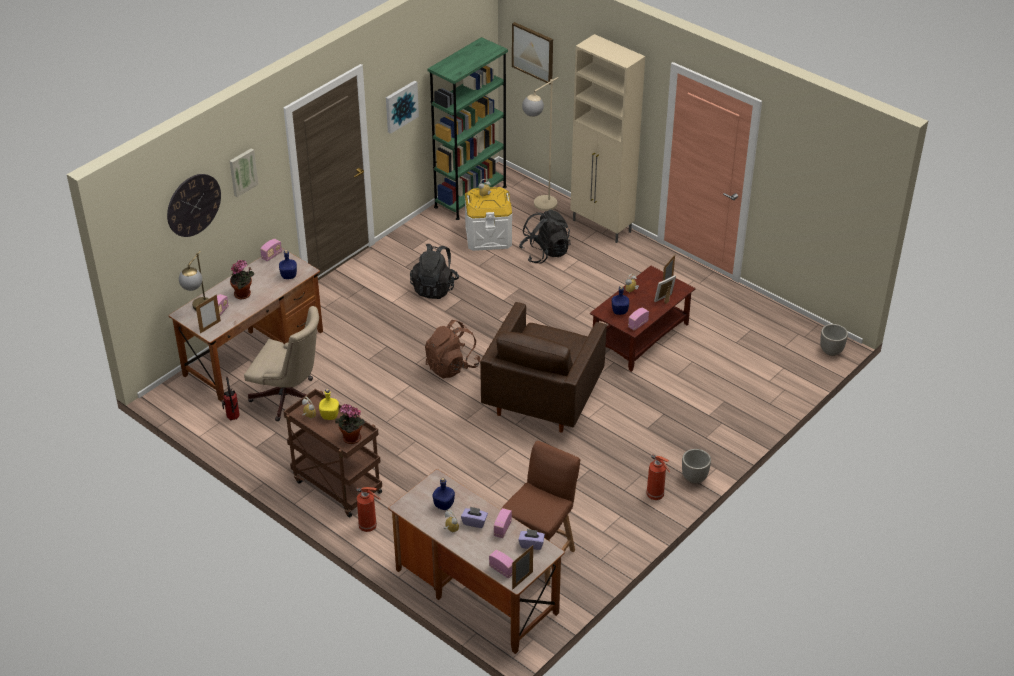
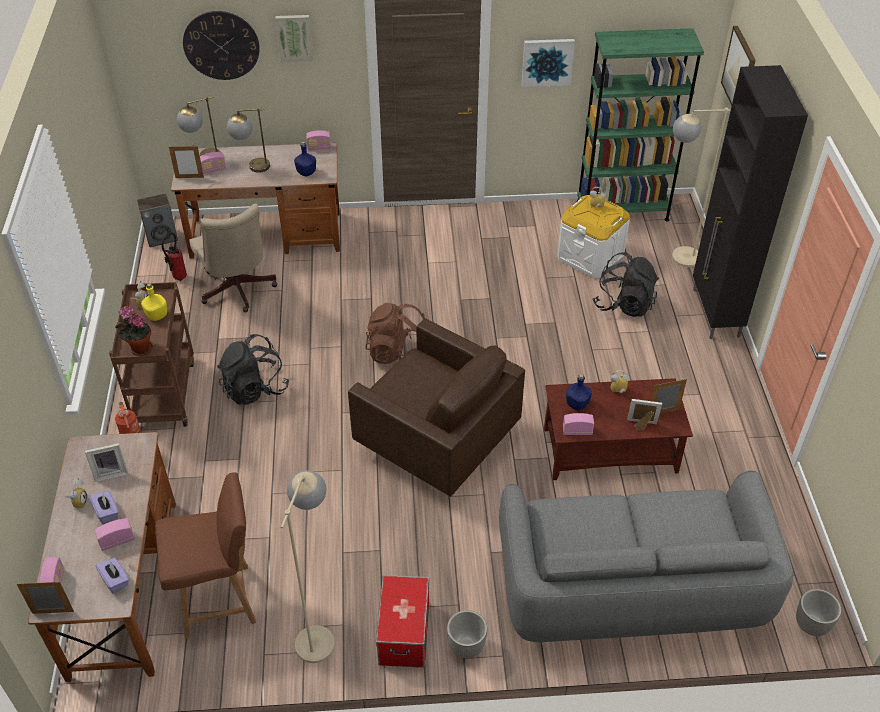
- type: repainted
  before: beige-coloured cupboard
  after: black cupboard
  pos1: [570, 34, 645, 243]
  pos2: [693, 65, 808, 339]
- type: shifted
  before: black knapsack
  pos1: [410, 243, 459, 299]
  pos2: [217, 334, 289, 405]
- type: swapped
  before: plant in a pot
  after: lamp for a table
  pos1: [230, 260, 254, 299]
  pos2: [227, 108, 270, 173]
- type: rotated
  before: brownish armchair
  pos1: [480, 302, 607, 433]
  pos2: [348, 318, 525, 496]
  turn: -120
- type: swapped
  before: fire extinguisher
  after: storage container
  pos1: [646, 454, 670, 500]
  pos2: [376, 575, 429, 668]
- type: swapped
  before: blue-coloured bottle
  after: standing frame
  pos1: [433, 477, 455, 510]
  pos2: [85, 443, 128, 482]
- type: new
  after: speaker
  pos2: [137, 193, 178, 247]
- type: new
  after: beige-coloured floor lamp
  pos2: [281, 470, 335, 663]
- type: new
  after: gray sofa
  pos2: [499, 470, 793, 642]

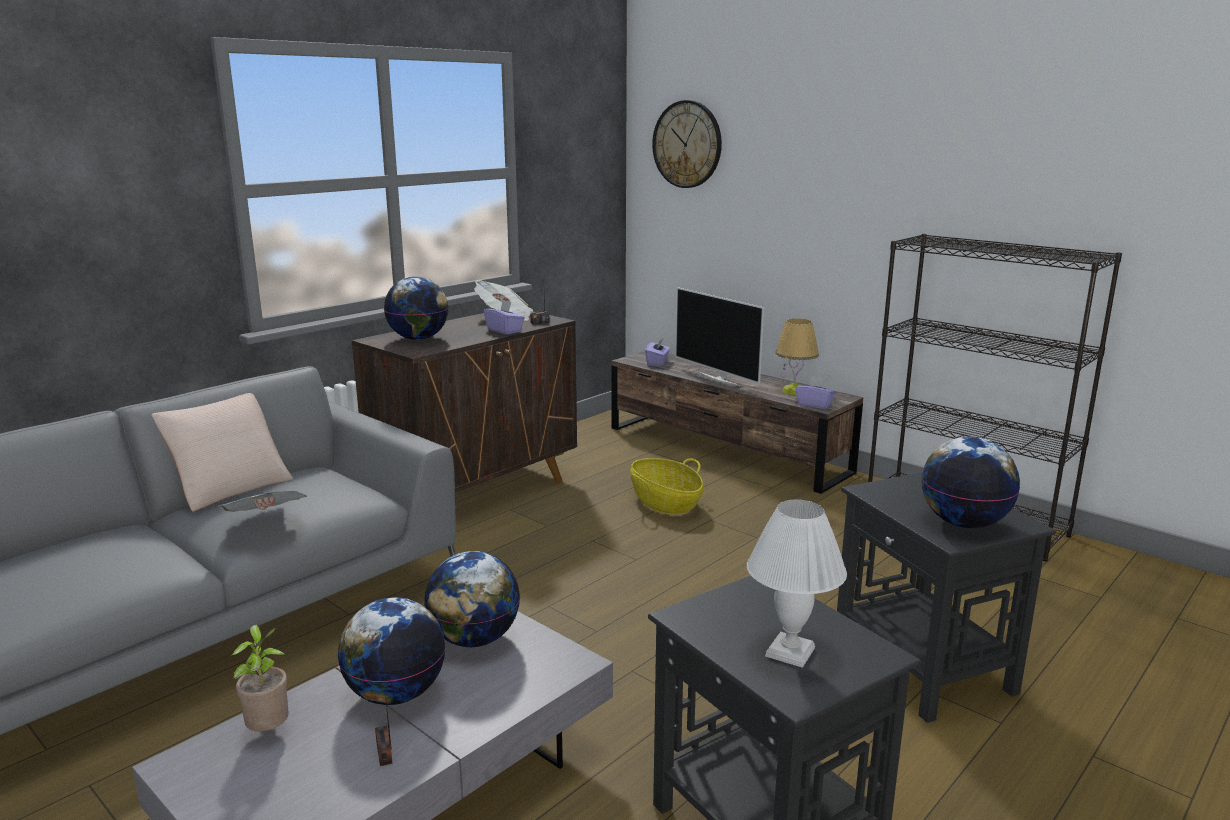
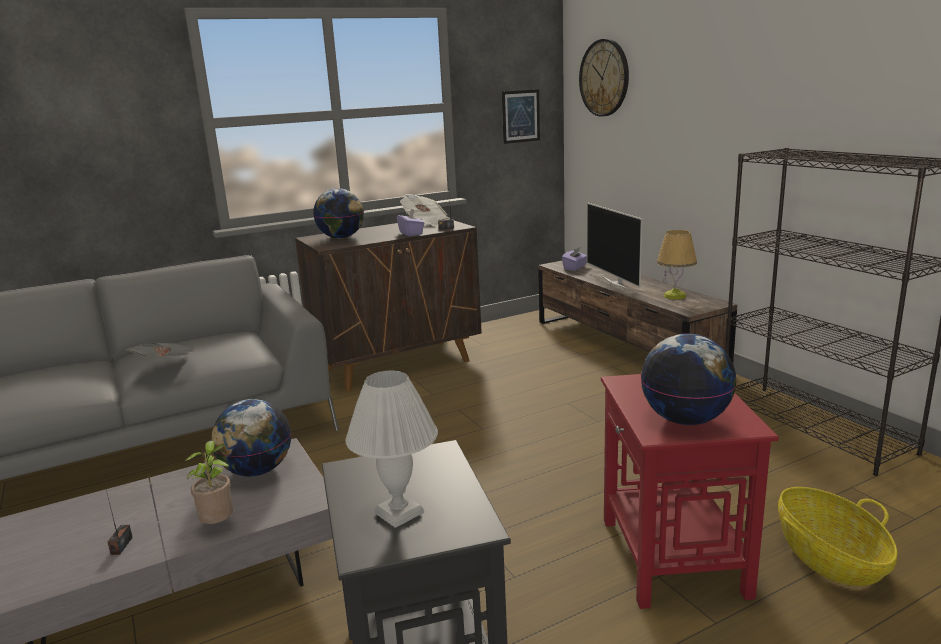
- type: gone
  before: purple tissue box
  pos1: [795, 376, 836, 409]
- type: gone
  before: beige-coloured throw pillow
  pos1: [151, 393, 293, 512]
- type: shifted
  before: storage basket
  pos1: [630, 458, 703, 514]
  pos2: [778, 487, 898, 586]
- type: repainted
  before: black side table
  after: red side table
  pos1: [837, 472, 1056, 723]
  pos2: [601, 374, 779, 609]
- type: gone
  before: world globe
  pos1: [338, 597, 445, 705]
- type: shifted
  before: plant in a pot
  pos1: [232, 625, 289, 731]
  pos2: [185, 440, 233, 524]
- type: new
  after: picture
  pos2: [502, 89, 540, 144]

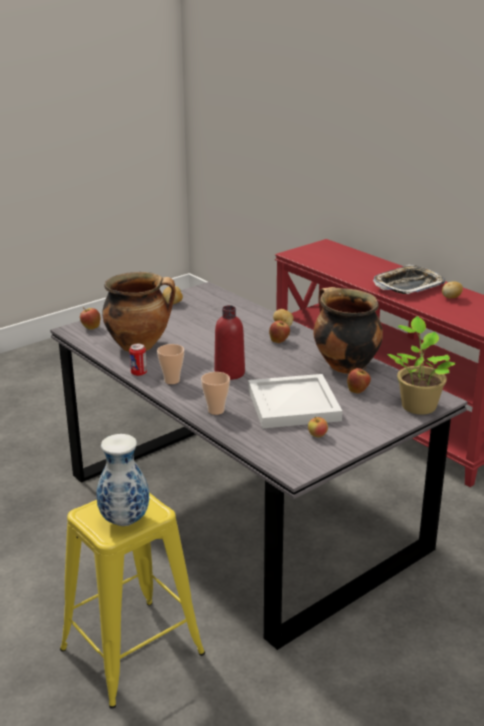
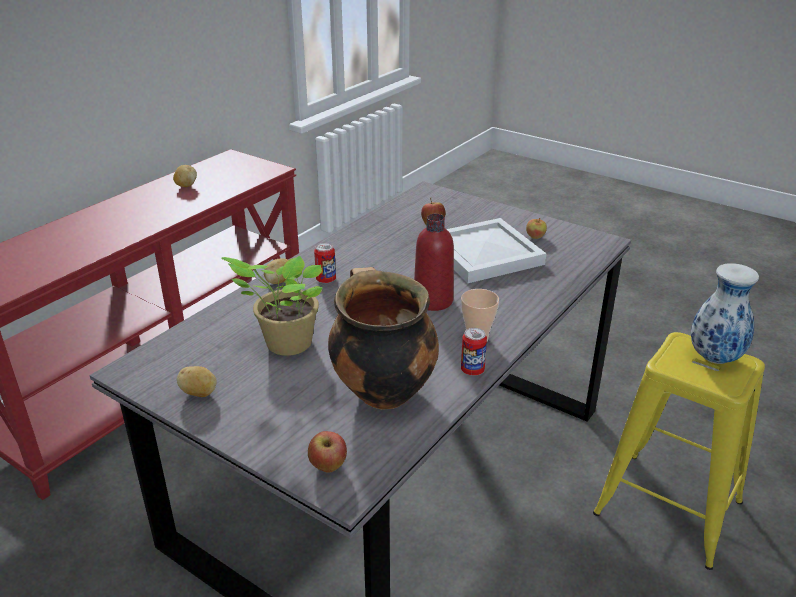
- type: gone
  before: serving tray
  pos1: [373, 265, 445, 295]
- type: gone
  before: saucepot
  pos1: [314, 287, 383, 374]
- type: shifted
  before: plant in a pot
  pos1: [387, 316, 456, 415]
  pos2: [222, 256, 323, 356]
- type: swapped
  before: apple fruit
  after: sealed can
  pos1: [269, 320, 290, 343]
  pos2: [314, 243, 336, 283]
- type: gone
  before: drinking cup
  pos1: [201, 372, 230, 415]

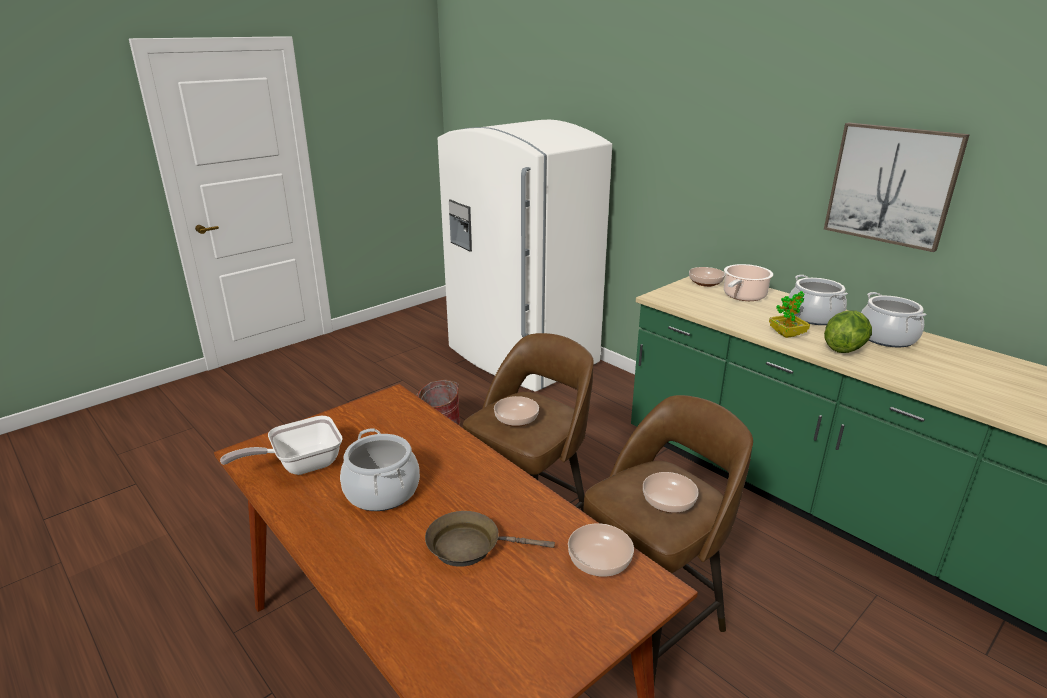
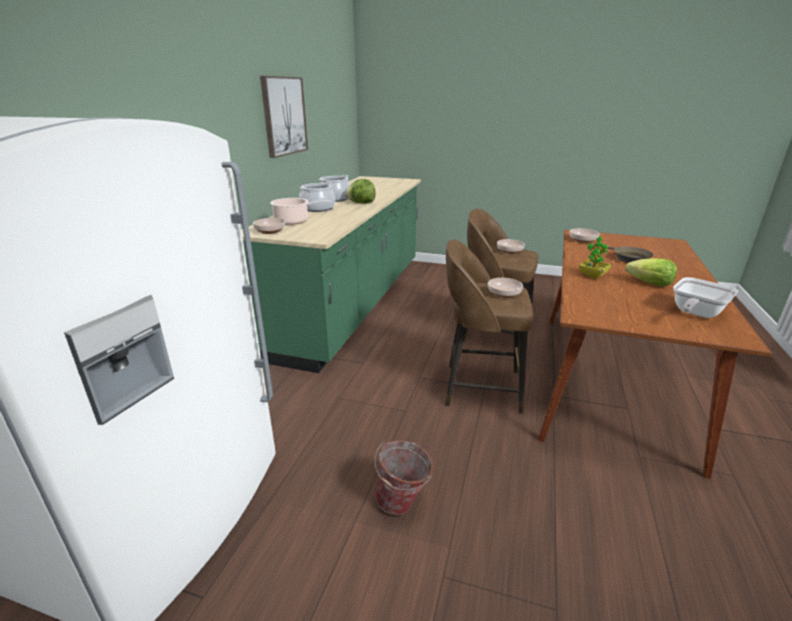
- type: shifted
  before: plant in a pot
  pos1: [769, 291, 810, 338]
  pos2: [579, 236, 611, 278]
- type: rotated
  before: frying pan
  pos1: [220, 416, 343, 475]
  pos2: [673, 277, 738, 318]
  turn: 105
- type: swapped
  before: saucepot
  after: head of lettuce
  pos1: [340, 428, 420, 511]
  pos2: [625, 258, 677, 287]

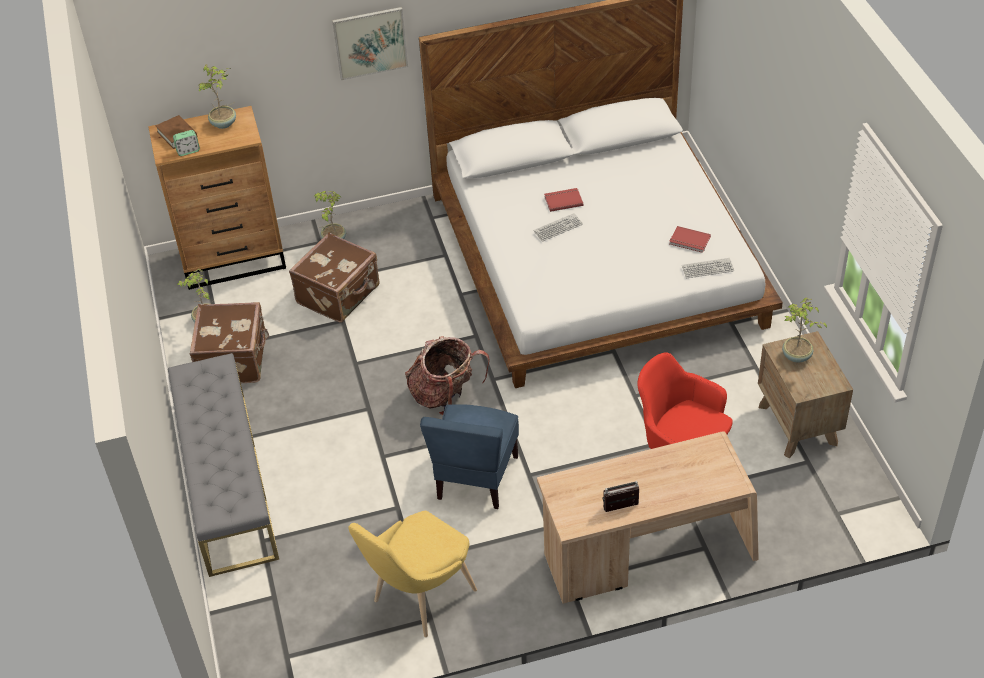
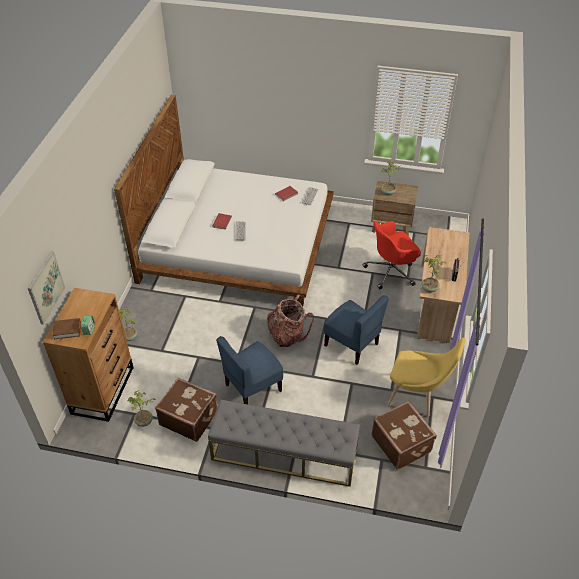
- type: shifted
  before: picture
  pos1: [332, 7, 408, 80]
  pos2: [28, 251, 65, 325]
- type: shifted
  before: plant in a pot
  pos1: [198, 64, 236, 129]
  pos2: [422, 255, 447, 292]
- type: shifted
  before: brownish travel case
  pos1: [289, 232, 380, 322]
  pos2: [371, 401, 437, 470]
- type: rotated
  before: yellowish upright chair
  pos1: [348, 511, 477, 637]
  pos2: [387, 338, 466, 417]
  turn: -45
- type: new
  after: blue-coloured upright chair
  pos2: [216, 336, 283, 404]

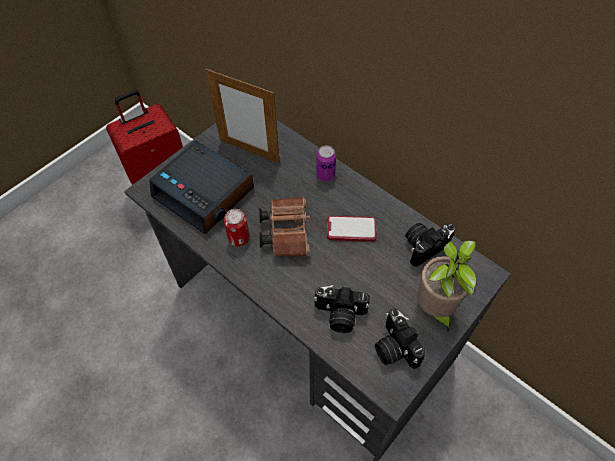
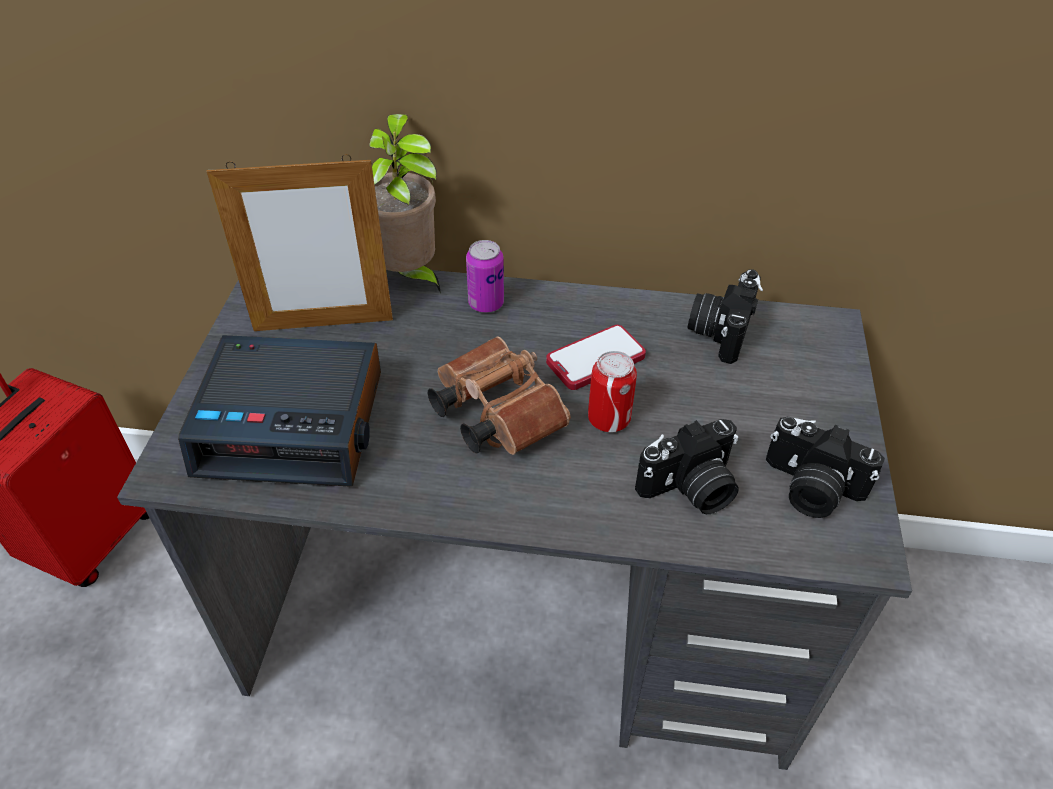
- type: shifted
  before: sealed can
  pos1: [224, 209, 250, 246]
  pos2: [588, 351, 637, 432]
- type: shifted
  before: plant in a pot
  pos1: [417, 240, 476, 332]
  pos2: [369, 114, 441, 293]

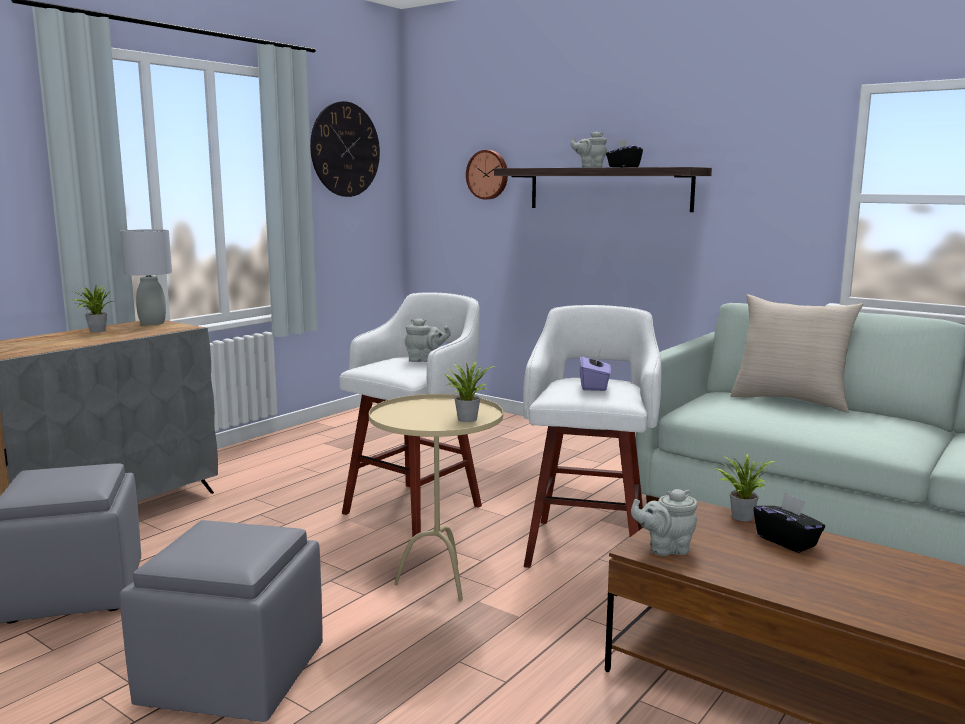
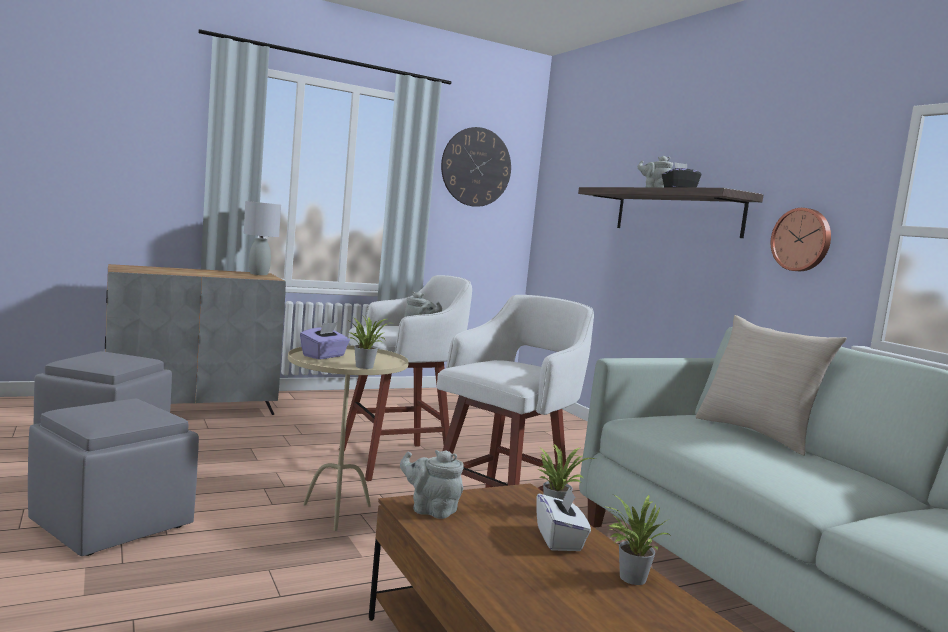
- type: shifted
  before: clock on the wall
  pos1: [466, 150, 508, 200]
  pos2: [771, 208, 831, 271]
- type: shifted
  before: plant in a pot
  pos1: [71, 286, 114, 332]
  pos2: [607, 494, 670, 585]
- type: shifted
  before: purple tissue box
  pos1: [579, 352, 611, 391]
  pos2: [300, 322, 350, 359]
- type: repainted
  before: black tissue box
  after: white tissue box
  pos1: [753, 493, 825, 553]
  pos2: [537, 487, 591, 551]

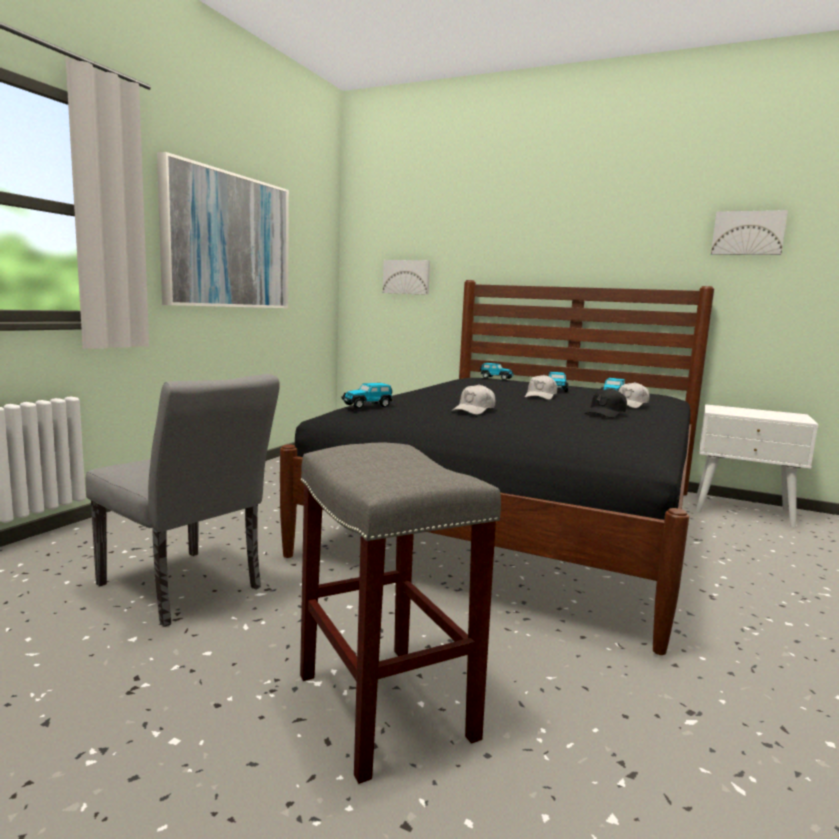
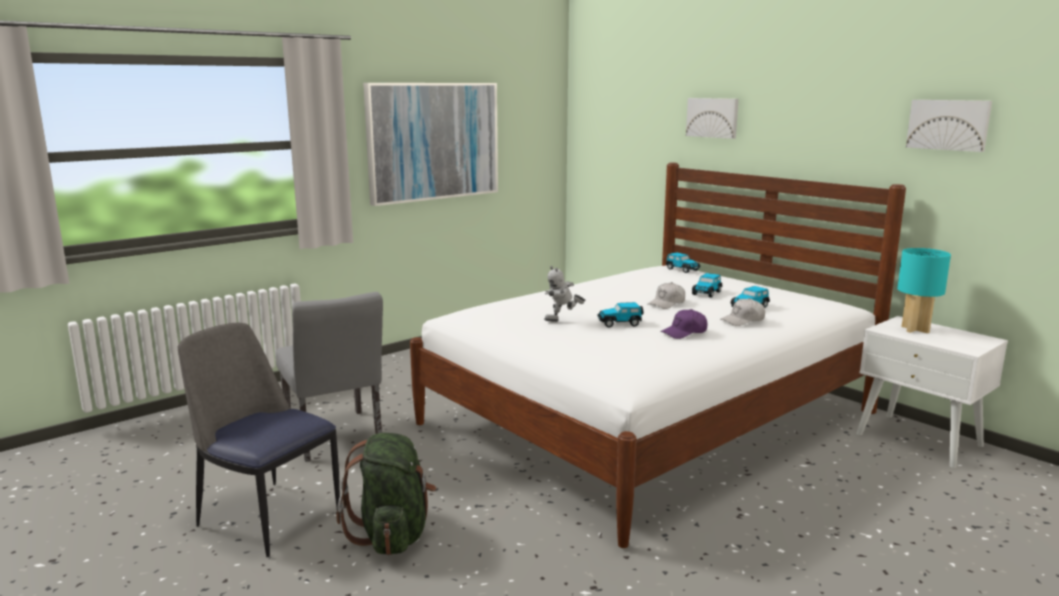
- type: shifted
  before: picture
  pos1: [383, 260, 430, 295]
  pos2: [686, 98, 739, 139]
- type: repainted
  before: black bed
  after: white bed
  pos1: [280, 280, 714, 655]
  pos2: [410, 163, 906, 548]
- type: shifted
  before: model car
  pos1: [341, 383, 392, 409]
  pos2: [598, 302, 644, 328]
- type: swapped
  before: white peaked cap
  after: model robot
  pos1: [452, 384, 496, 415]
  pos2: [544, 266, 585, 322]
- type: repainted
  before: black peaked cap
  after: purple peaked cap
  pos1: [584, 388, 627, 418]
  pos2: [660, 309, 708, 339]
- type: swapped
  before: gray stool
  after: greenish knapsack
  pos1: [300, 443, 501, 784]
  pos2: [337, 433, 436, 555]
- type: new
  after: blue-green lamp for a table
  pos2: [897, 248, 951, 333]
- type: new
  after: upright chair
  pos2: [178, 323, 340, 557]

